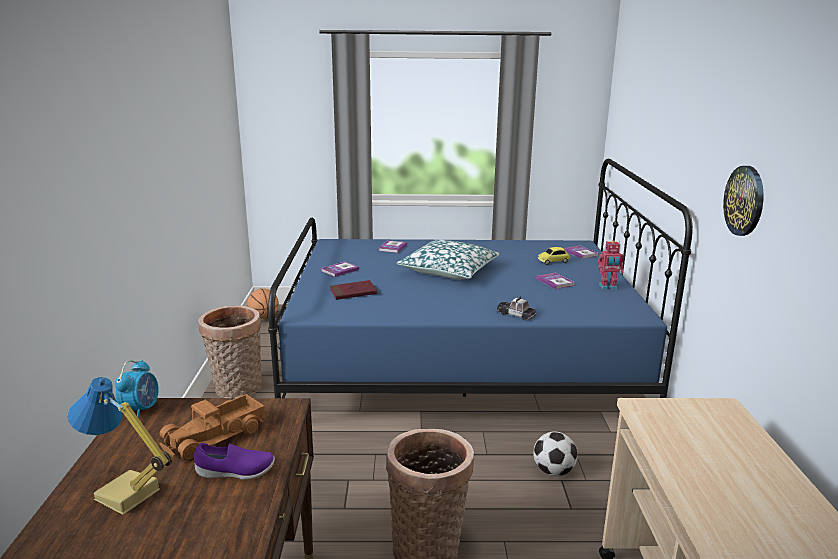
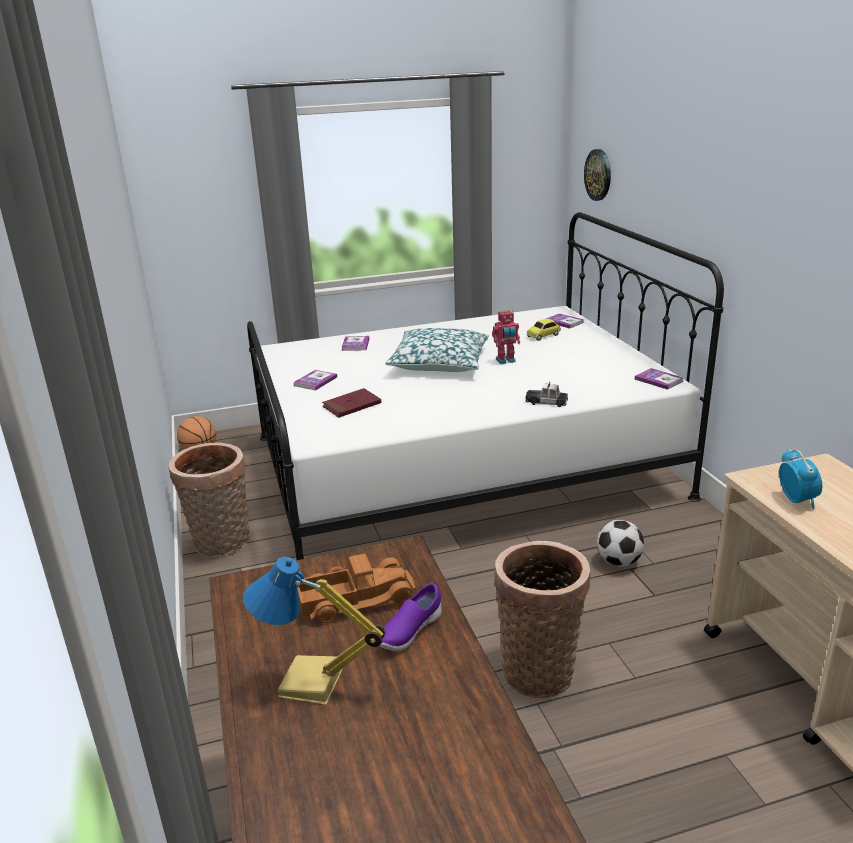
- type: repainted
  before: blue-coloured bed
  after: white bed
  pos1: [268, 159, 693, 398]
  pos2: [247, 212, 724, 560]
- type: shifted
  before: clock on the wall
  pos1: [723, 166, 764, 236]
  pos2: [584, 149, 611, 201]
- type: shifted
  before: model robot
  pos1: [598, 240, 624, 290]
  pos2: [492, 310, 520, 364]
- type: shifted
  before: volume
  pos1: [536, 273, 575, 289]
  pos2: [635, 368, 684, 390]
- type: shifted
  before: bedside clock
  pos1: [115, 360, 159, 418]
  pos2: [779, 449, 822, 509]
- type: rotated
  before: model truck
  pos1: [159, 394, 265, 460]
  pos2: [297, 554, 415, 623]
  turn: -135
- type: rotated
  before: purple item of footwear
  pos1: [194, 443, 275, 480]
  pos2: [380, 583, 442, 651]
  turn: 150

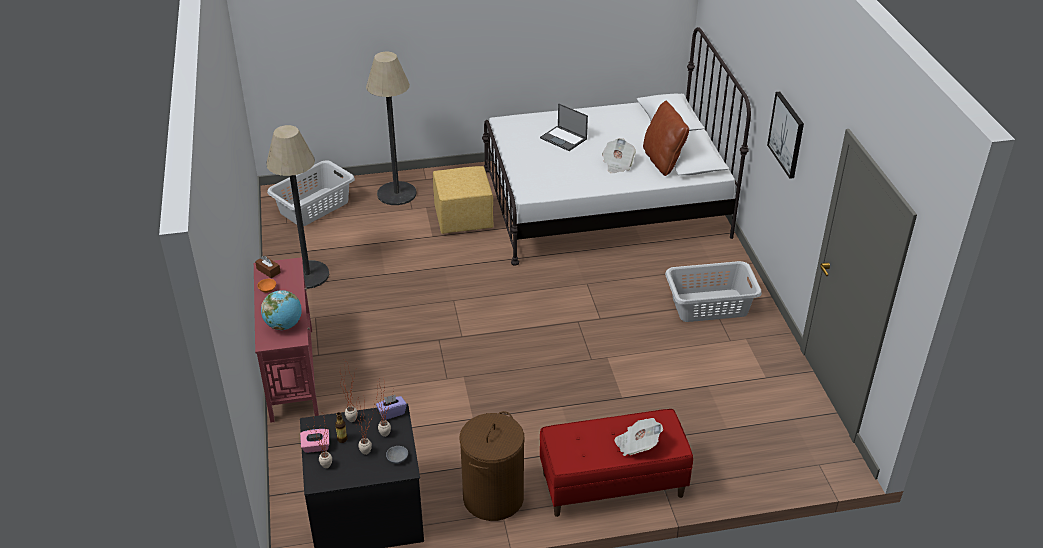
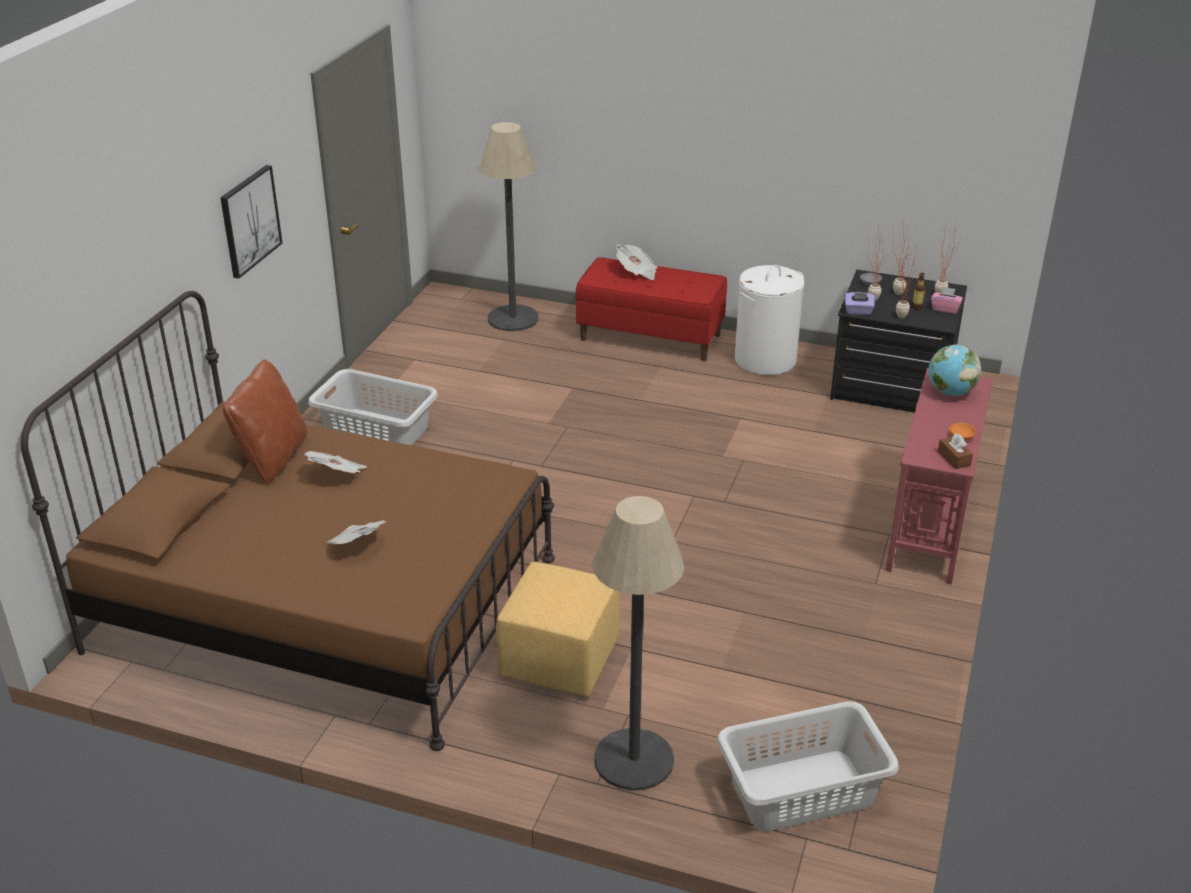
- type: repainted
  before: white bed
  after: brownish bed
  pos1: [482, 27, 751, 266]
  pos2: [21, 291, 555, 751]
- type: swapped
  before: laptop
  after: newspaper
  pos1: [540, 103, 588, 151]
  pos2: [327, 520, 387, 544]
- type: shifted
  before: floor lamp
  pos1: [266, 125, 329, 289]
  pos2: [479, 122, 539, 331]
- type: repainted
  before: brownish washing basket
  after: white washing basket
  pos1: [460, 411, 524, 521]
  pos2: [735, 265, 804, 375]

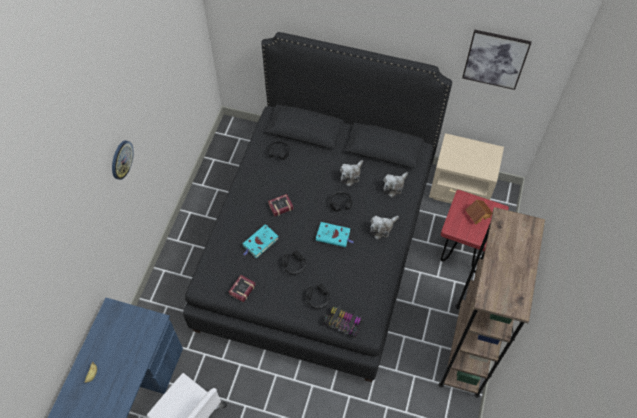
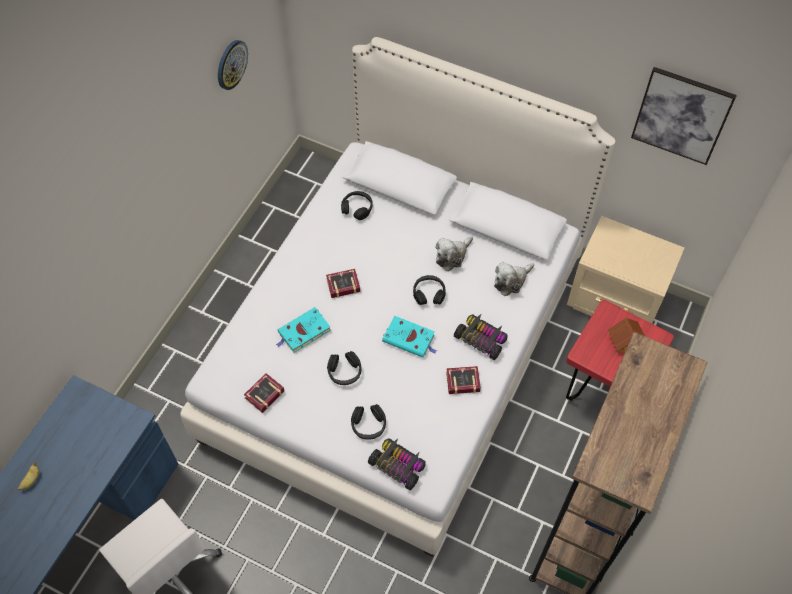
- type: repainted
  before: black bed
  after: white bed
  pos1: [183, 32, 452, 382]
  pos2: [180, 37, 615, 557]
- type: shifted
  before: clock on the wall
  pos1: [112, 140, 134, 180]
  pos2: [218, 40, 248, 90]
- type: swapped
  before: soft toy
  after: model car
  pos1: [370, 215, 399, 239]
  pos2: [454, 314, 508, 360]
- type: new
  after: volume
  pos2: [446, 366, 481, 395]

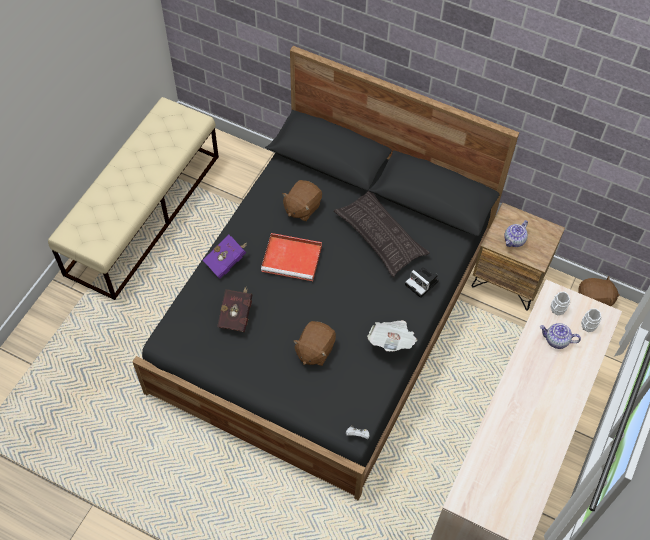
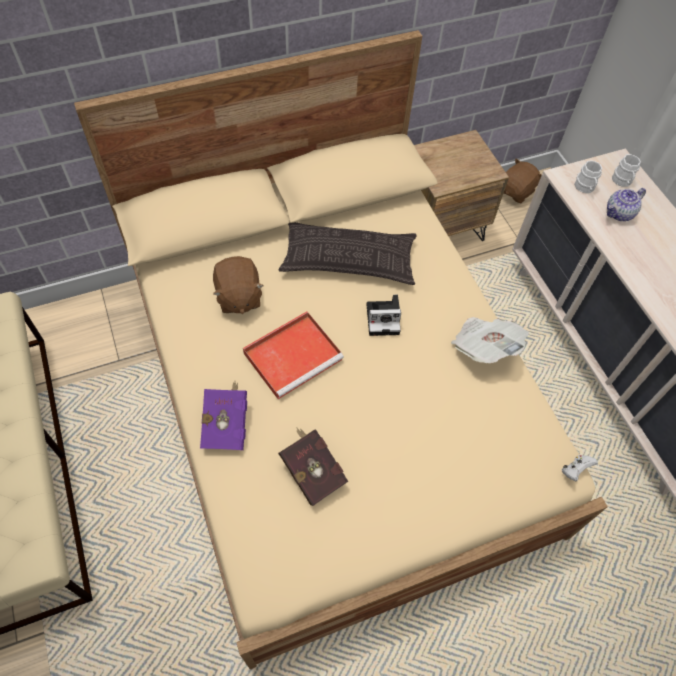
- type: repainted
  before: black bed
  after: beige-coloured bed
  pos1: [132, 46, 519, 501]
  pos2: [74, 30, 608, 669]
- type: gone
  before: pot for tea
  pos1: [504, 220, 528, 247]
- type: shifted
  before: photo camera
  pos1: [405, 267, 439, 298]
  pos2: [367, 295, 401, 336]
- type: gone
  before: brownish soft toy
  pos1: [293, 321, 336, 366]

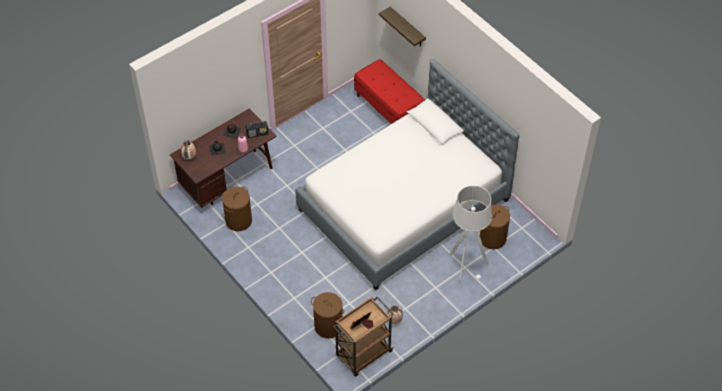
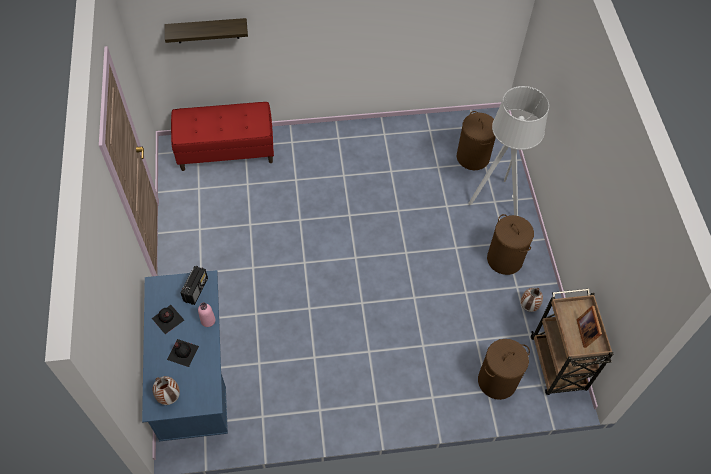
- type: gone
  before: bed
  pos1: [295, 59, 520, 290]
- type: repainted
  before: brownish desk unit
  after: blue-coloured desk unit
  pos1: [170, 108, 277, 208]
  pos2: [142, 270, 228, 441]
- type: shifted
  before: brownish washing basket
  pos1: [222, 187, 252, 231]
  pos2: [487, 214, 534, 275]

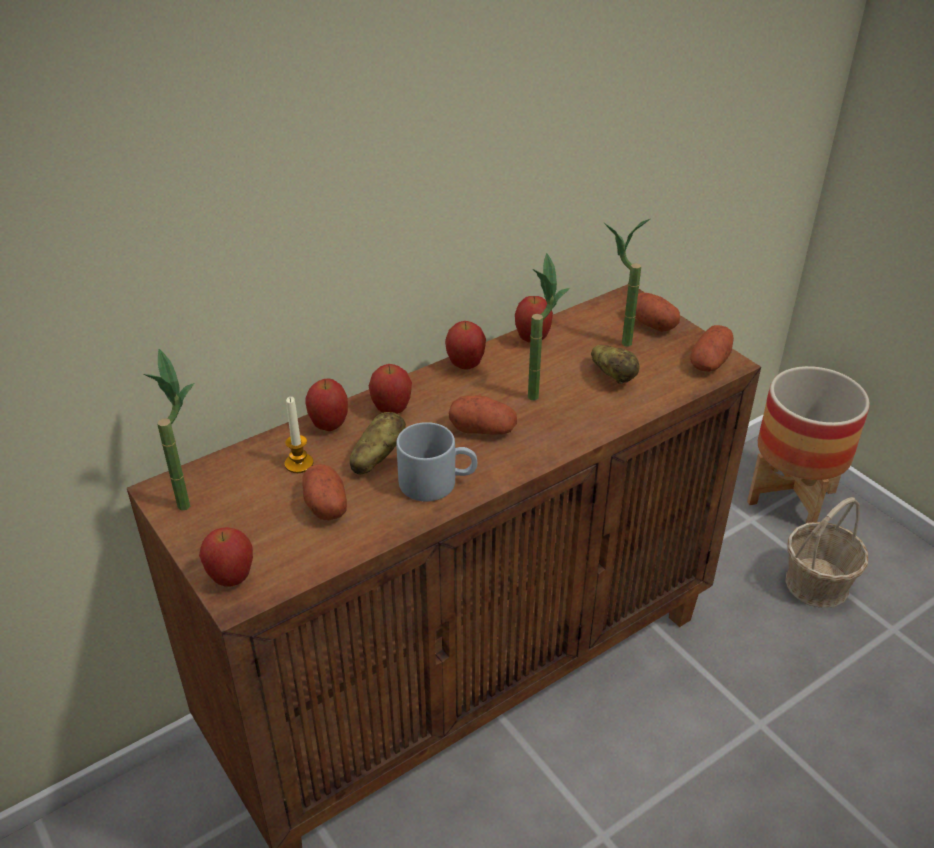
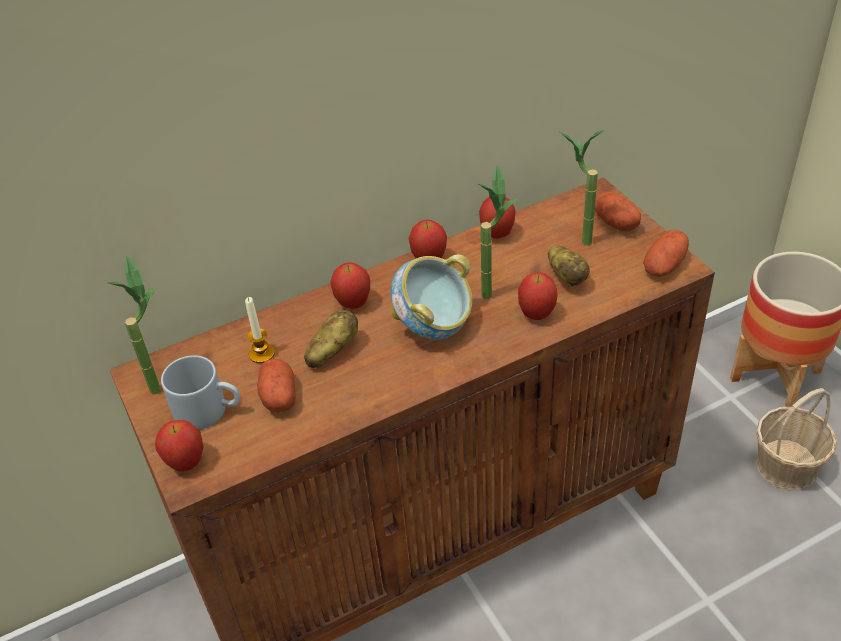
- type: shifted
  before: apple fruit
  pos1: [305, 378, 348, 431]
  pos2: [518, 272, 558, 320]
- type: swapped
  before: whole potato
  after: serving bowl
  pos1: [449, 395, 517, 435]
  pos2: [391, 255, 472, 340]
- type: shifted
  before: gray tea mug
  pos1: [396, 422, 477, 501]
  pos2: [161, 355, 240, 430]

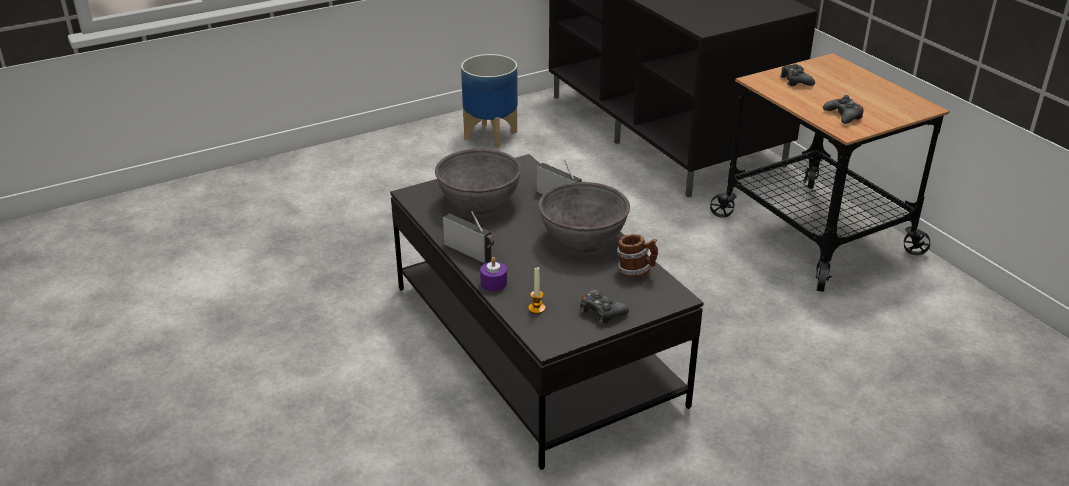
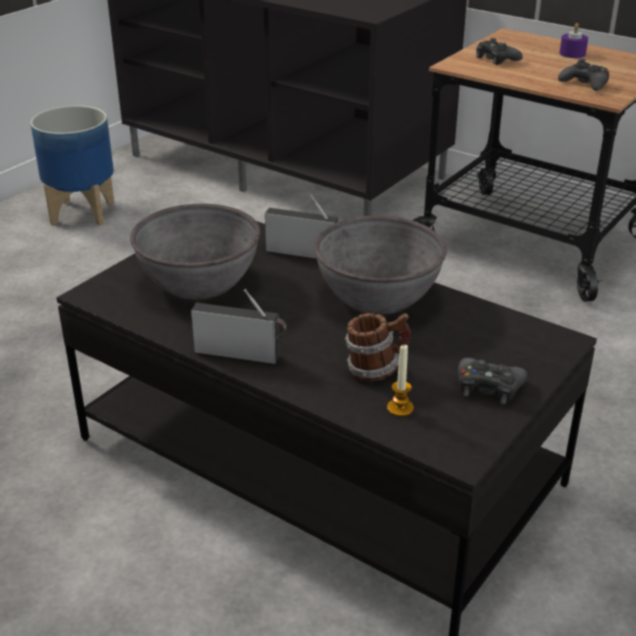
- type: shifted
  before: tea mug
  pos1: [617, 234, 658, 278]
  pos2: [345, 313, 411, 381]
- type: shifted
  before: purple wax candle
  pos1: [480, 257, 507, 291]
  pos2: [560, 23, 588, 58]

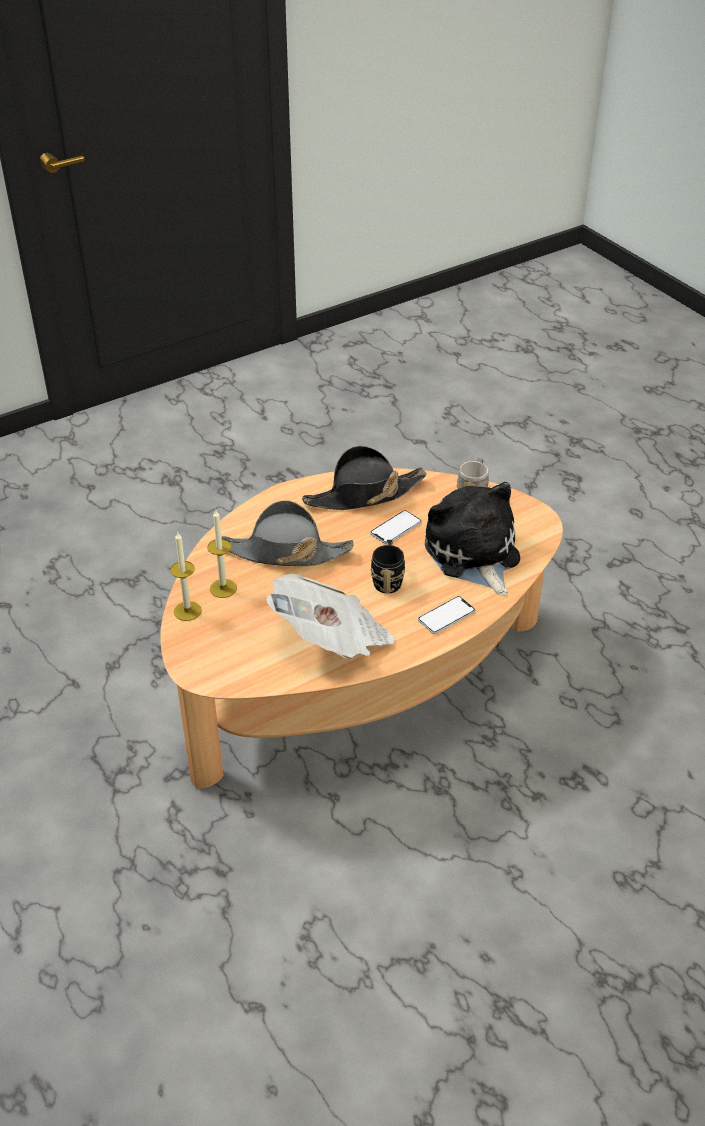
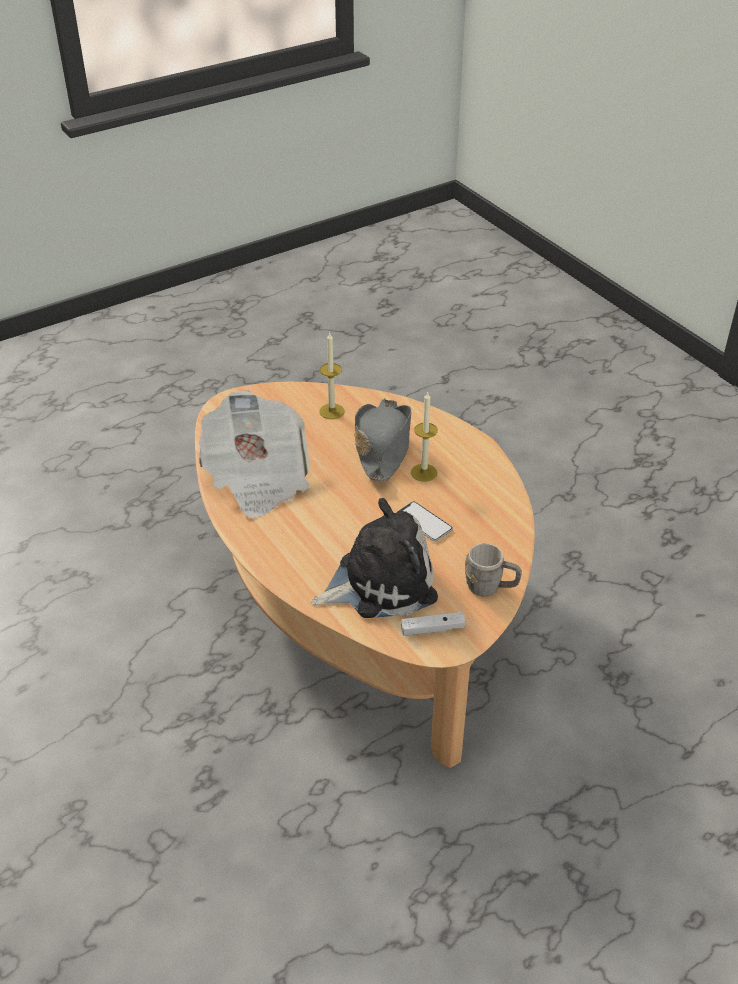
- type: gone
  before: black hat
  pos1: [302, 446, 426, 510]
- type: shifted
  before: wax candle
  pos1: [170, 532, 202, 621]
  pos2: [411, 391, 438, 482]
- type: gone
  before: black tea mug
  pos1: [370, 540, 405, 594]
- type: gone
  before: phone
  pos1: [418, 596, 475, 634]
- type: new
  after: white game controller
  pos2: [401, 612, 465, 636]

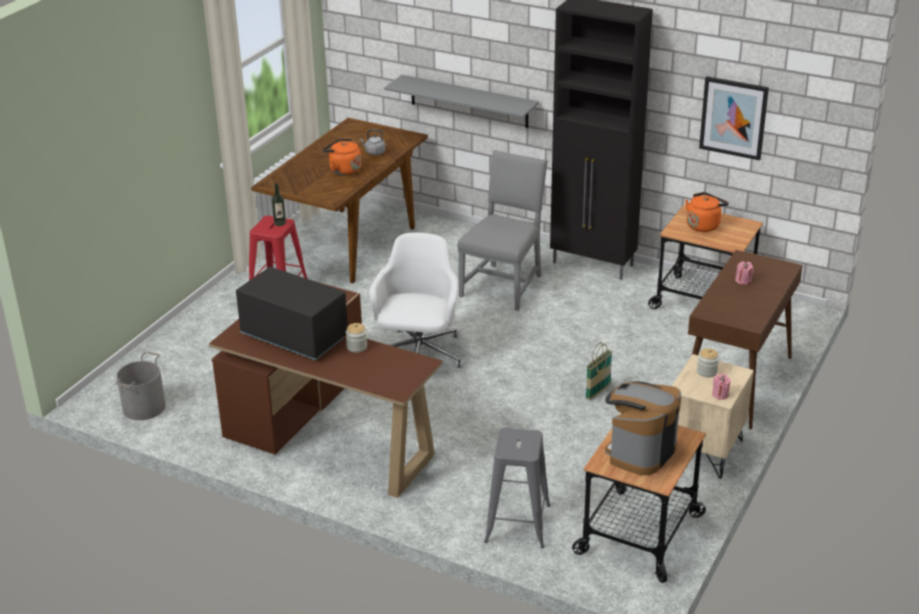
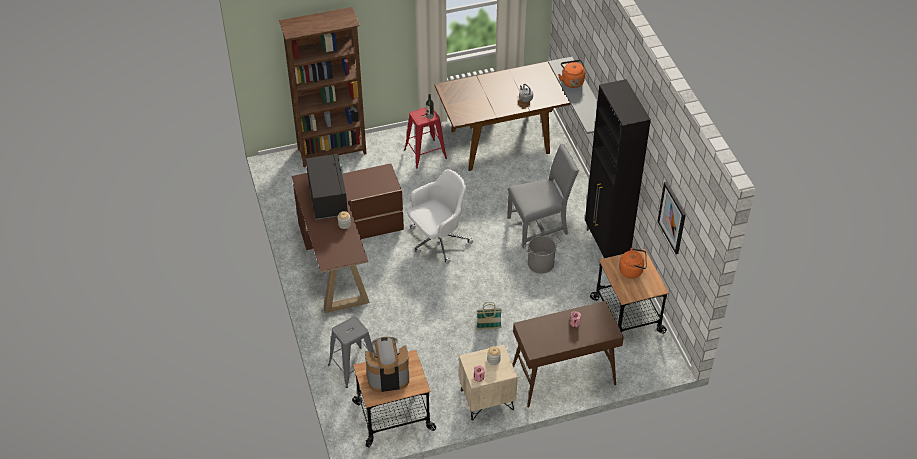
- type: shifted
  before: orange-coloured kettle
  pos1: [322, 139, 362, 176]
  pos2: [558, 60, 585, 88]
- type: shifted
  before: gray pail
  pos1: [115, 352, 166, 420]
  pos2: [524, 235, 561, 274]
- type: new
  after: brownish shelving unit
  pos2: [279, 7, 367, 167]

